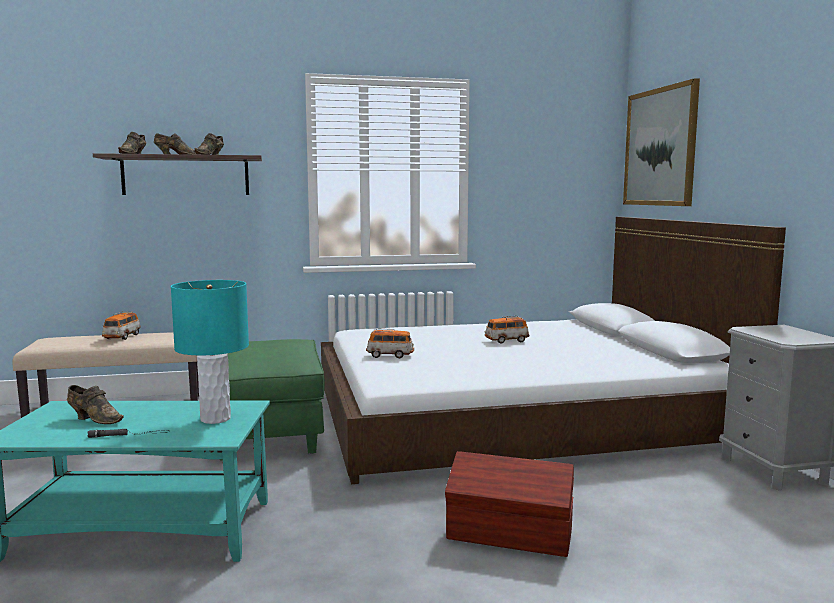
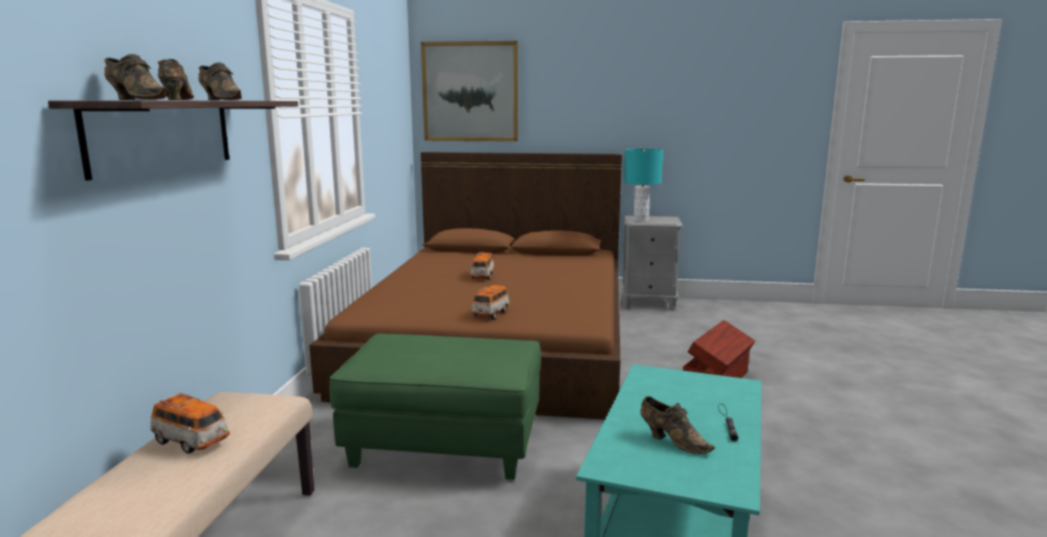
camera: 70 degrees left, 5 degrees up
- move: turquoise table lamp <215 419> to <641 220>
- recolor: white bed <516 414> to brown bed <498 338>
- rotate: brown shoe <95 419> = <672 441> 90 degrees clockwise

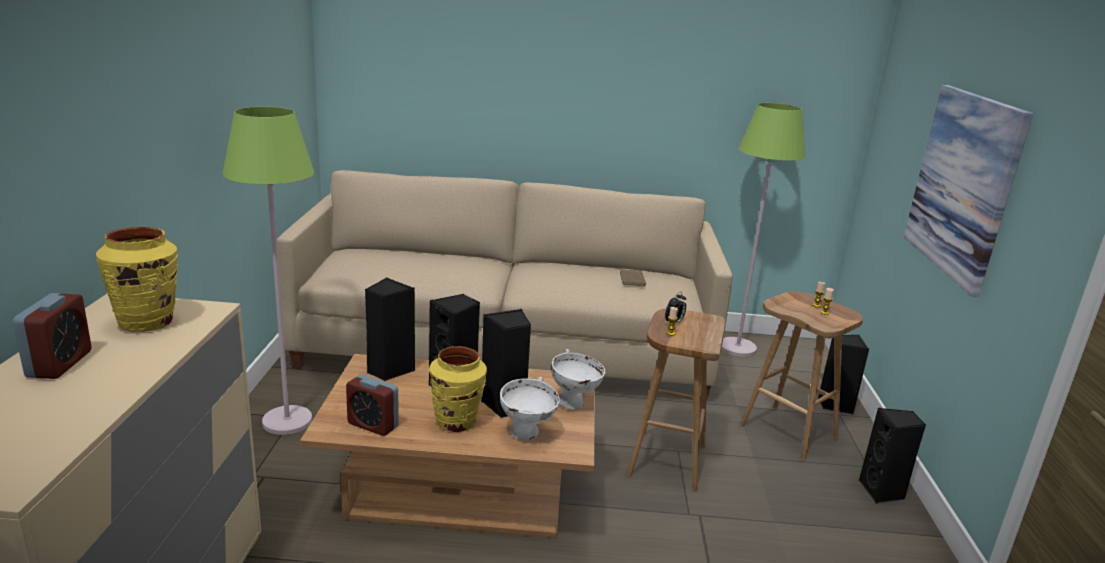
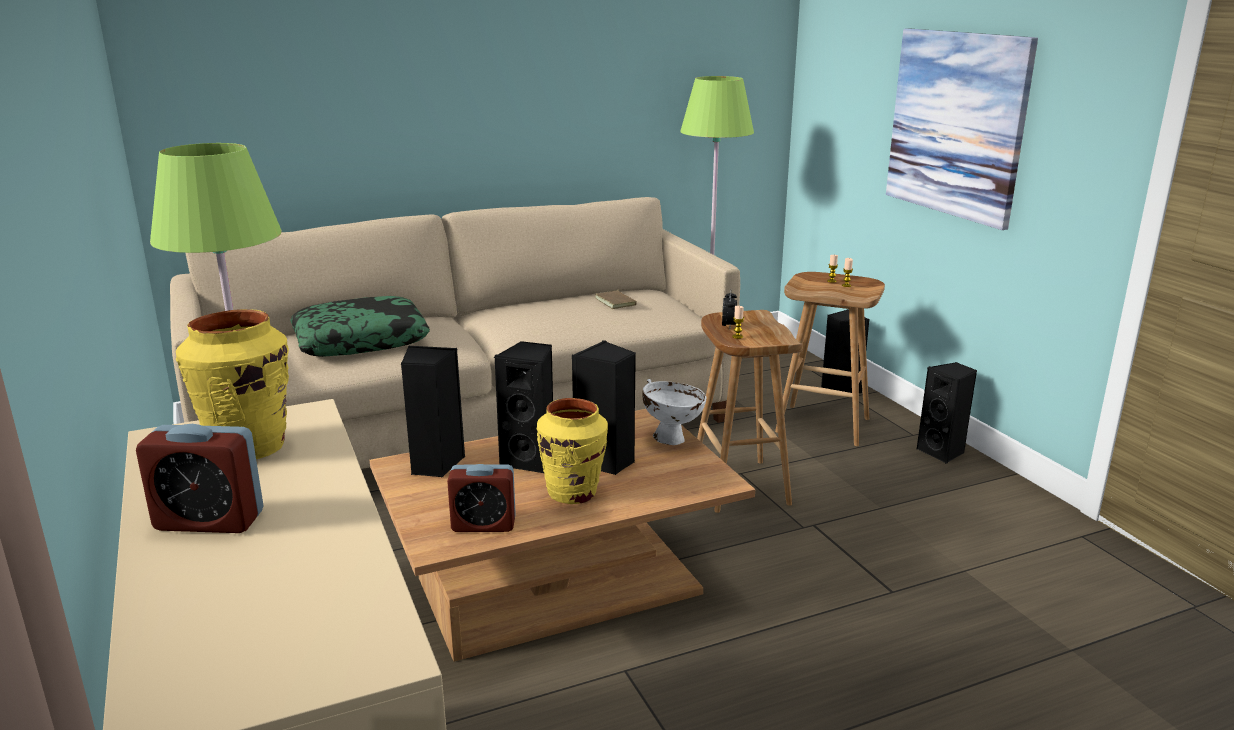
camera: 25 degrees left, 0 degrees up
- delete: white bowl <527 434>
- insert: pillow <361 340>
- rotate: alarm clock <59 364> = <209 521> 120 degrees clockwise

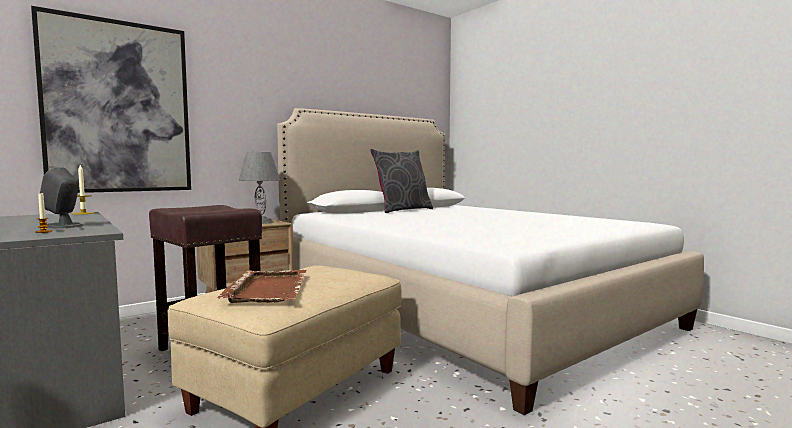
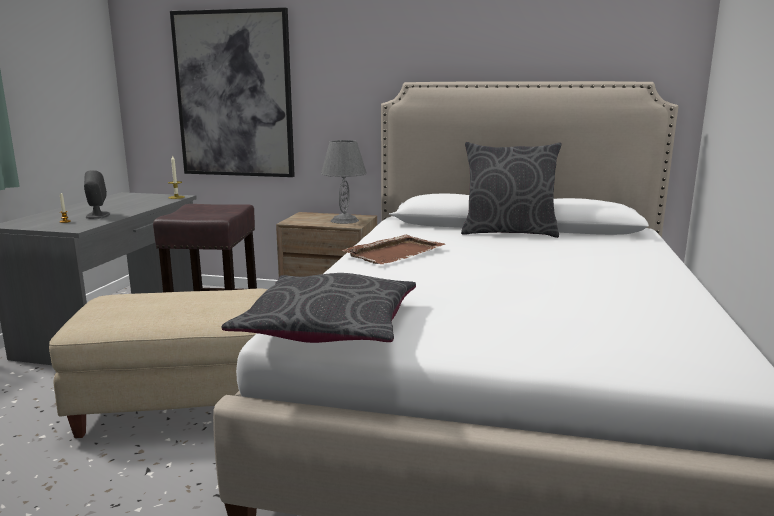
camera: 50 degrees right, 10 degrees up
- insert: grey pillow <329 327>
- move: brown tray <268 288> to <395 252>

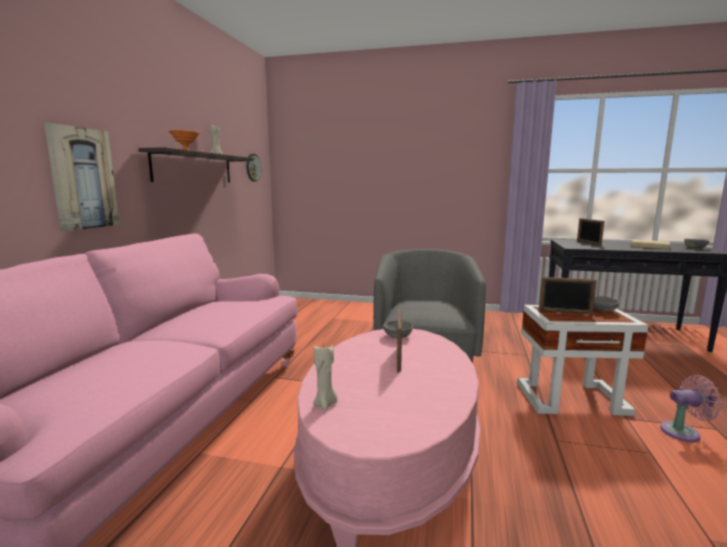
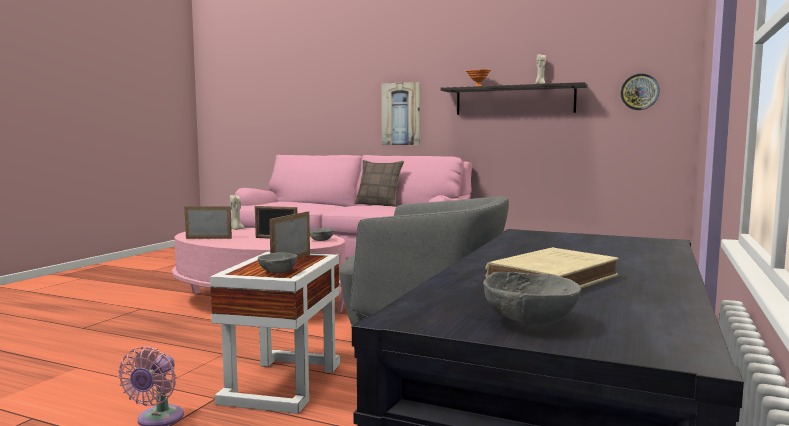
camera: 100 degrees right, 5 degrees down
- insert: pillow <378 204>
- move: picture frame <588 243> to <209 238>

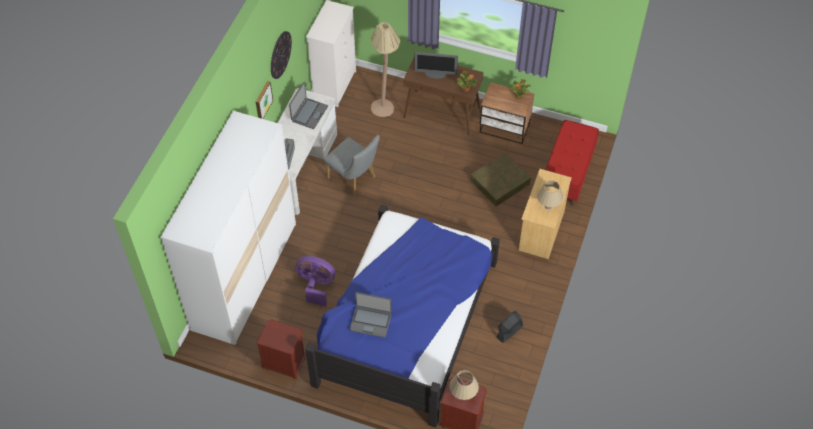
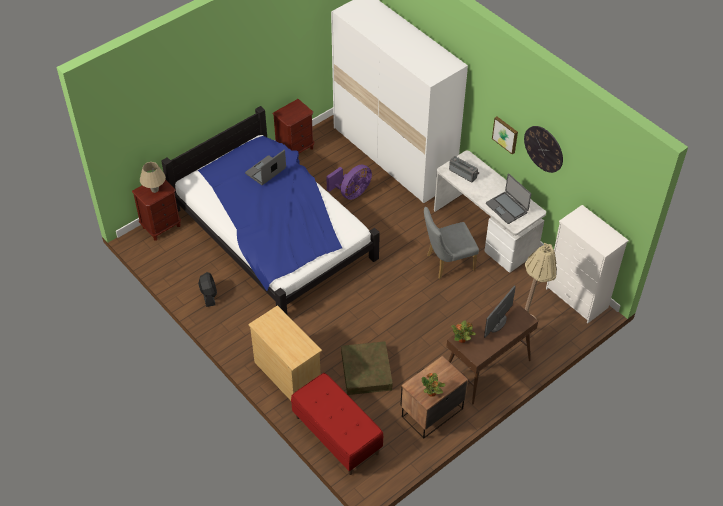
camera: 120 degrees right, 5 degrees down
- delete: beige table lamp <548 206>

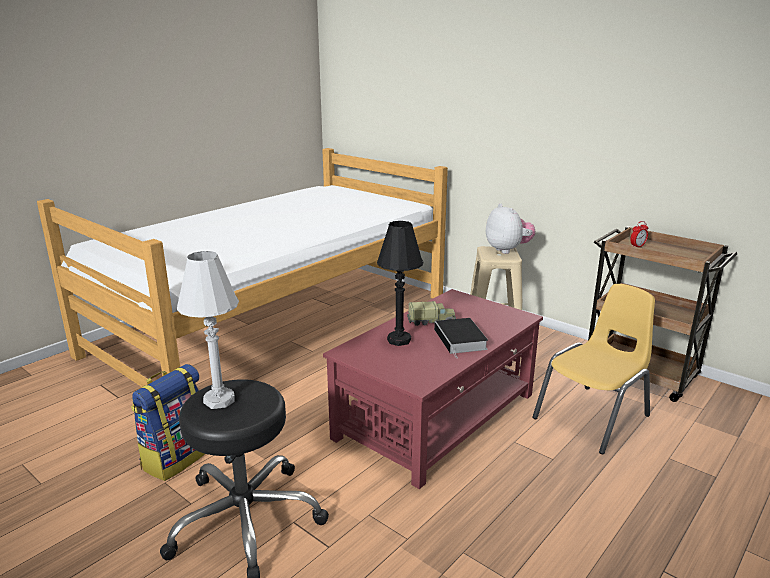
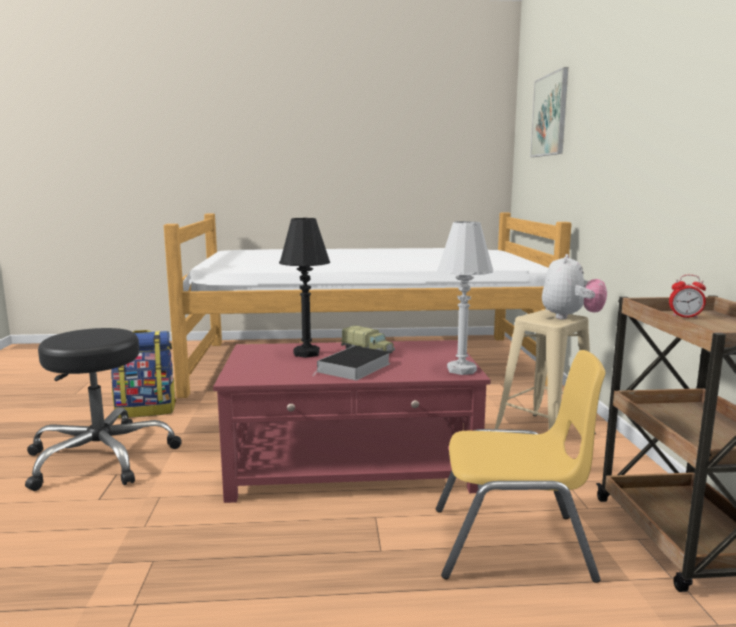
camera: 45 degrees right, 10 degrees down
- insert: picture <550 115>
- move: white table lamp <219 400> to <461 370>

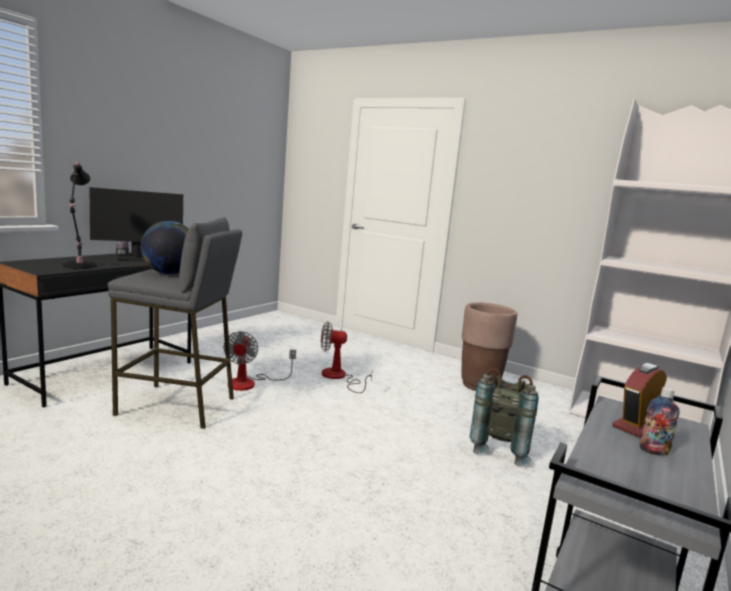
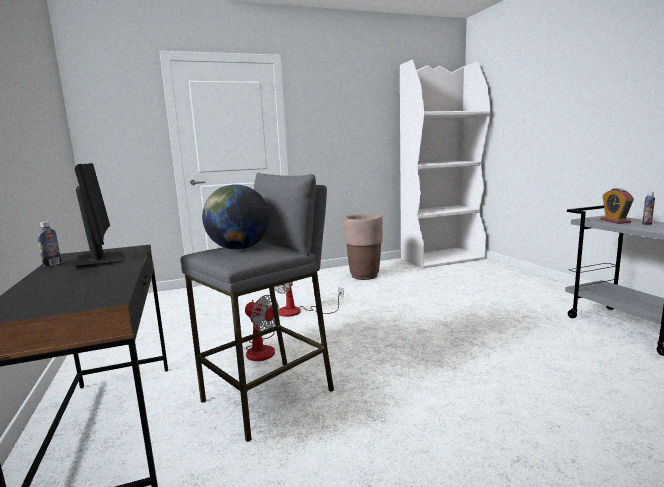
camera: 50 degrees left, 0 degrees up
- delete: black table lamp <79 266>
- delete: grey backpack <500 448>
- rotate: monitor <137 258> = <100 260> 45 degrees counterclockwise

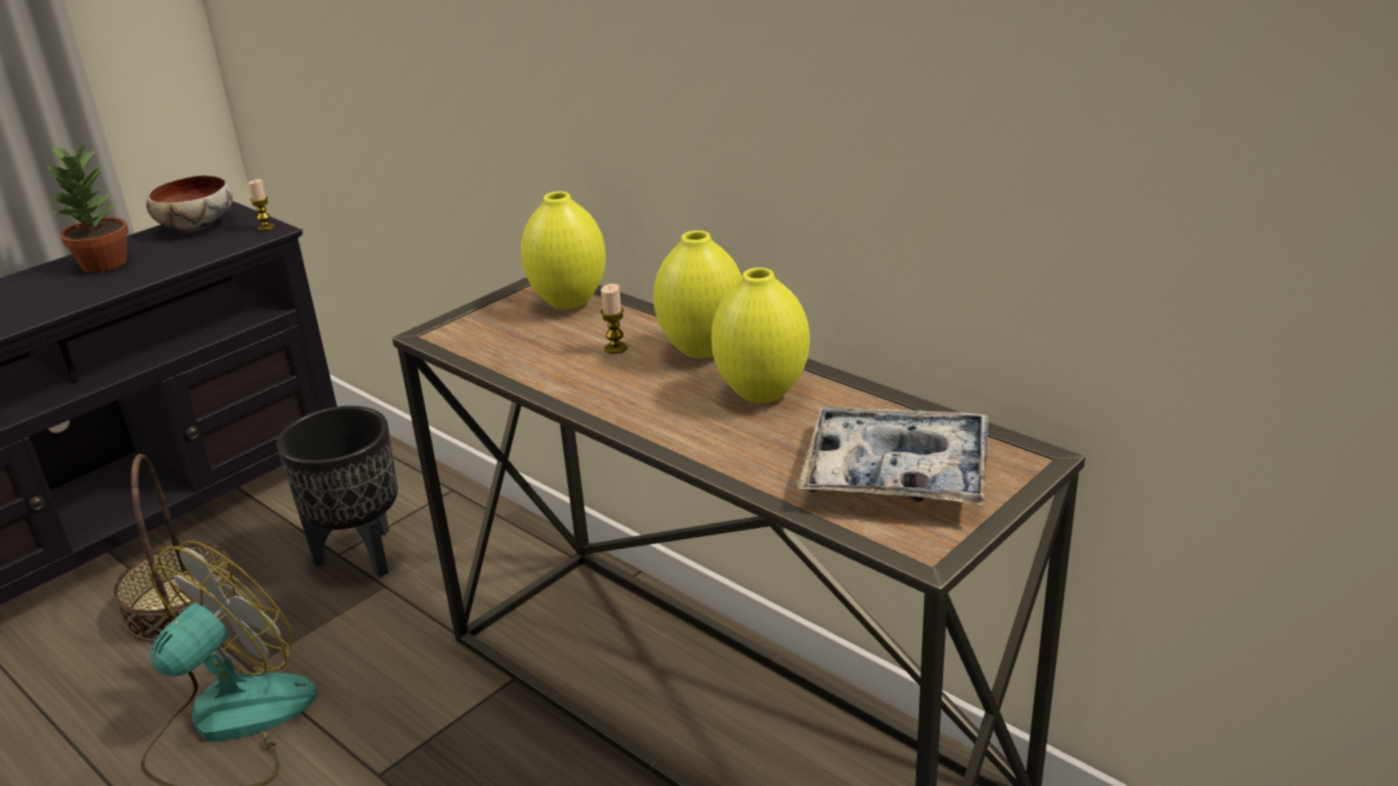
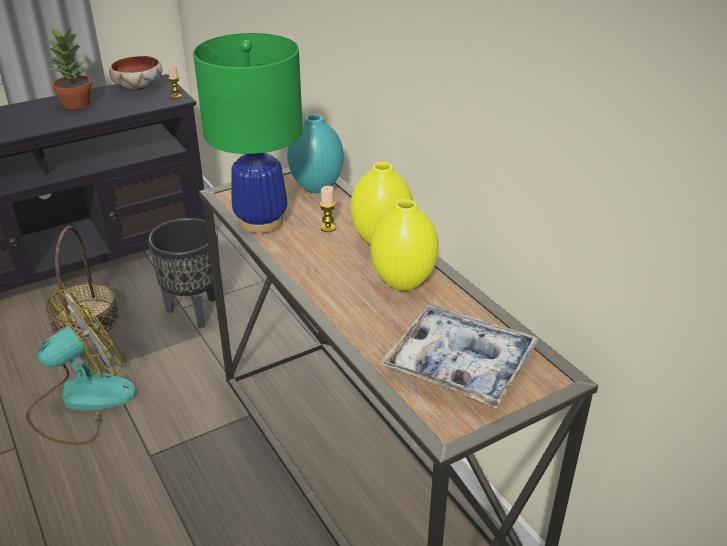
camera: 15 degrees right, 5 degrees up
- insert: green table lamp <260 221>
- recolor: yellow vase <569 302> to turquoise vase <316 188>

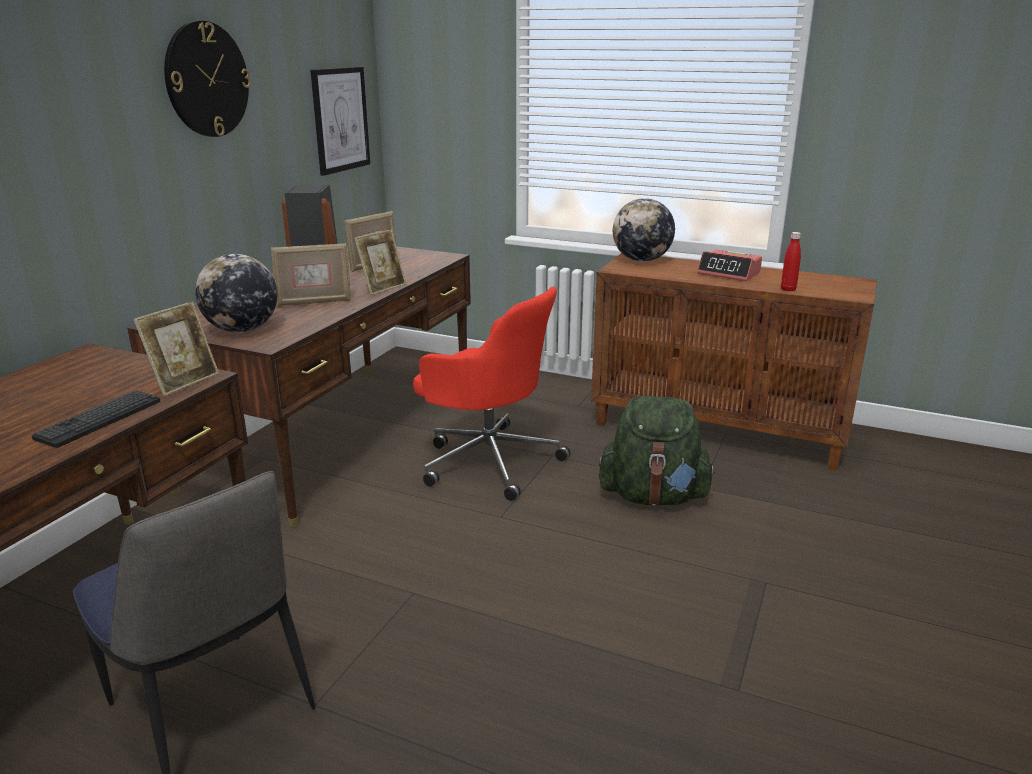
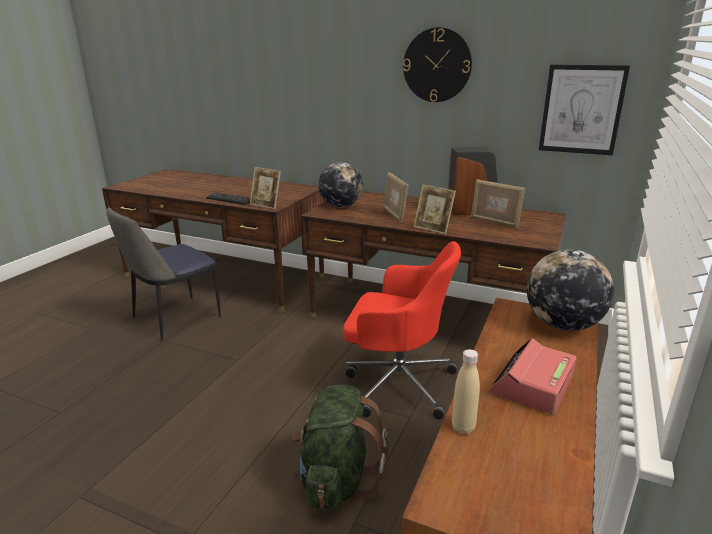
camera: 90 degrees right, 0 degrees up
- recolor: red bottle <788 289> to beige bottle <463 428>
- rotate: red office chair <488 460> = <397 382> 105 degrees counterclockwise

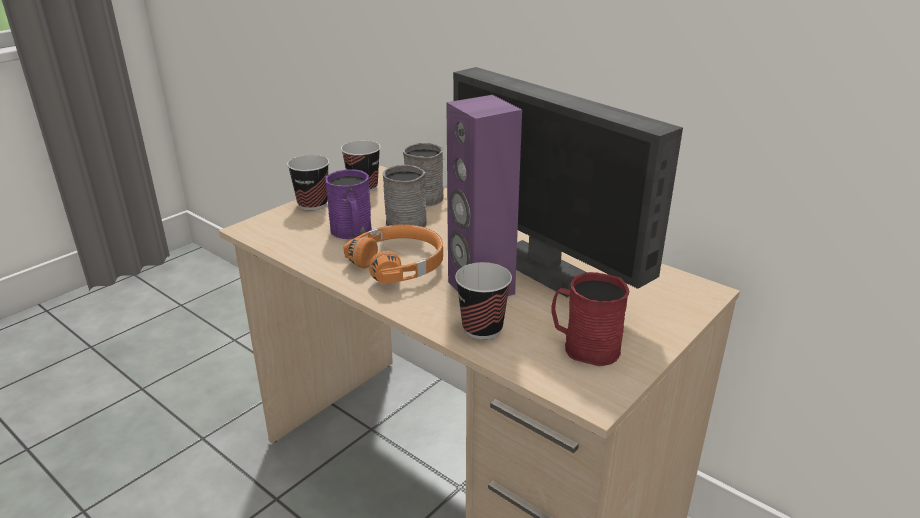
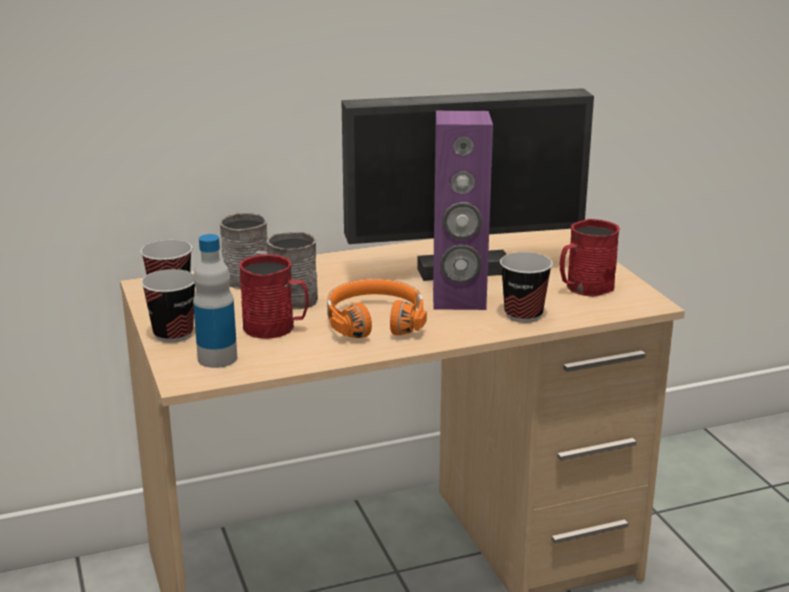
camera: 60 degrees left, 5 degrees down
- insert: bottle <217 358>
- recolor: purple mug <352 232> to red mug <276 328>

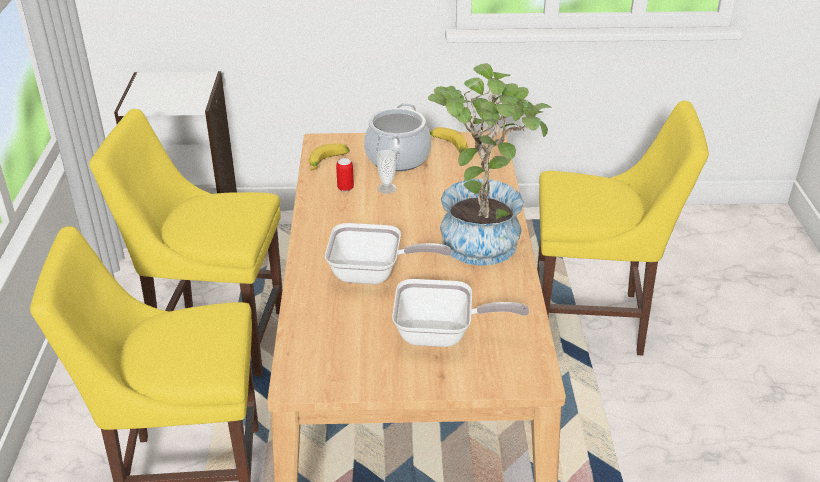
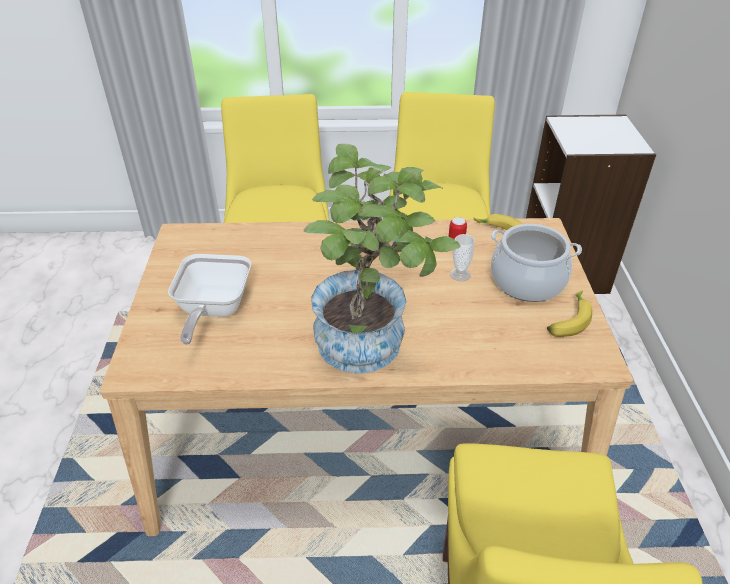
camera: 90 degrees right, 5 degrees up
- delete: frying pan <373 274>

